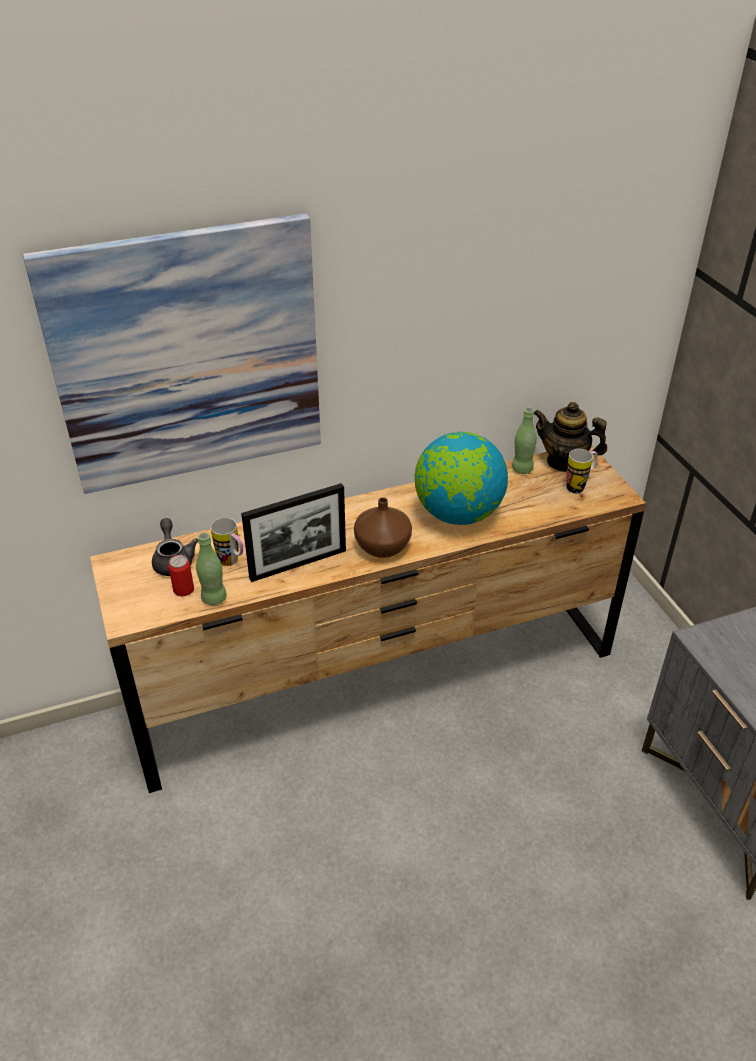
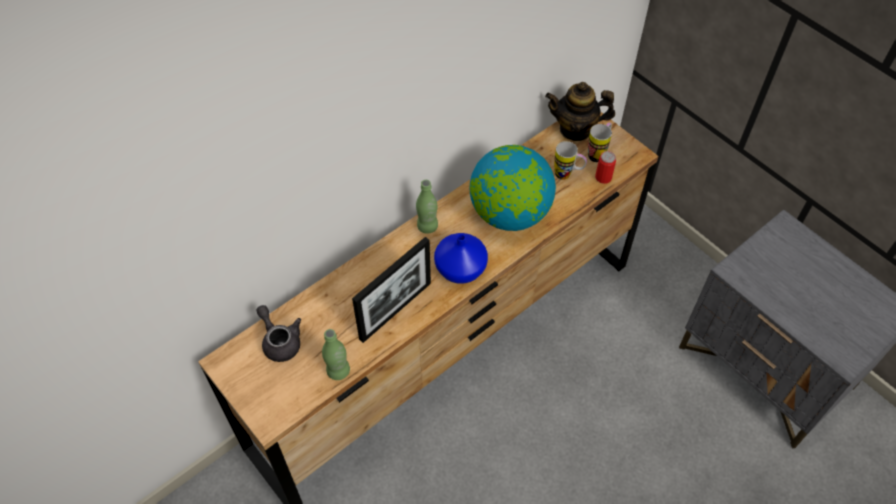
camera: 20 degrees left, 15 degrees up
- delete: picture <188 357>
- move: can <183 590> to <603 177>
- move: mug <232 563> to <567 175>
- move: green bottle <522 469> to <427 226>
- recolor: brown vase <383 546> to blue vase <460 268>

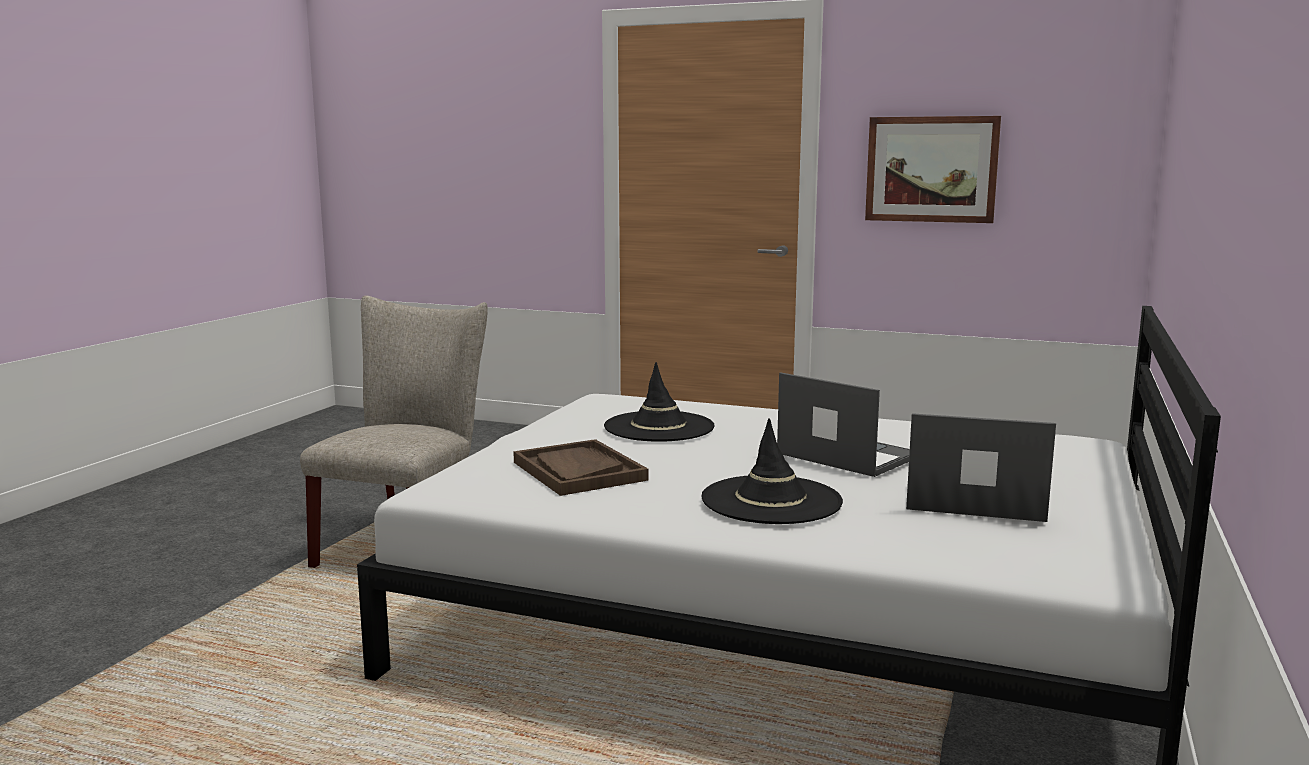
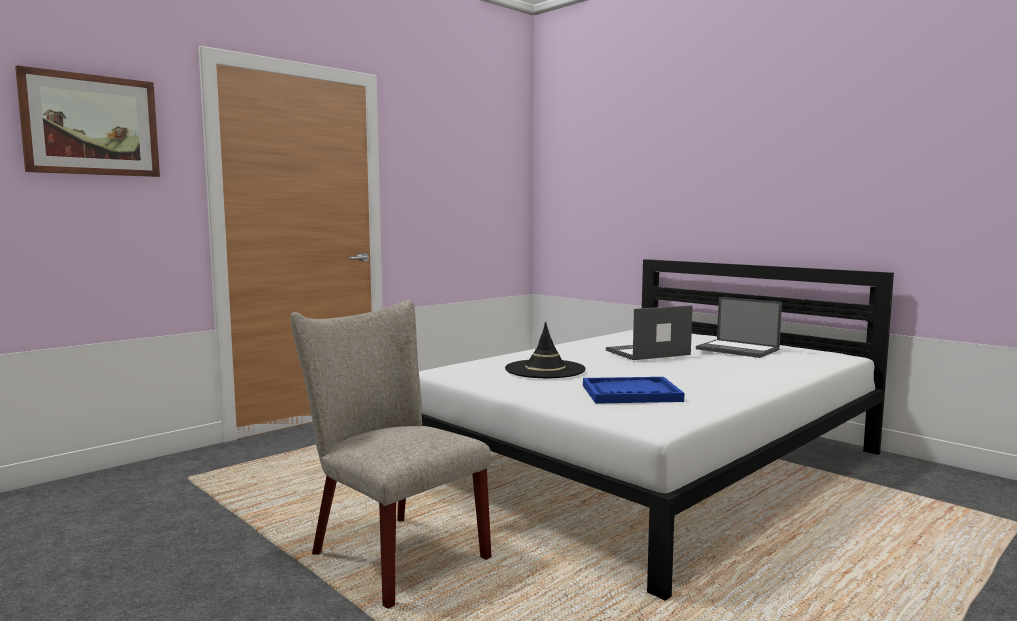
camera: 65 degrees left, 5 degrees down
- delete: black hat <771 501>
- move: picture <931 169> to <91 125>
- recolor: brown tray <578 471> to blue tray <630 393>
- rotate: laptop <972 499> = <738 349> 90 degrees counterclockwise

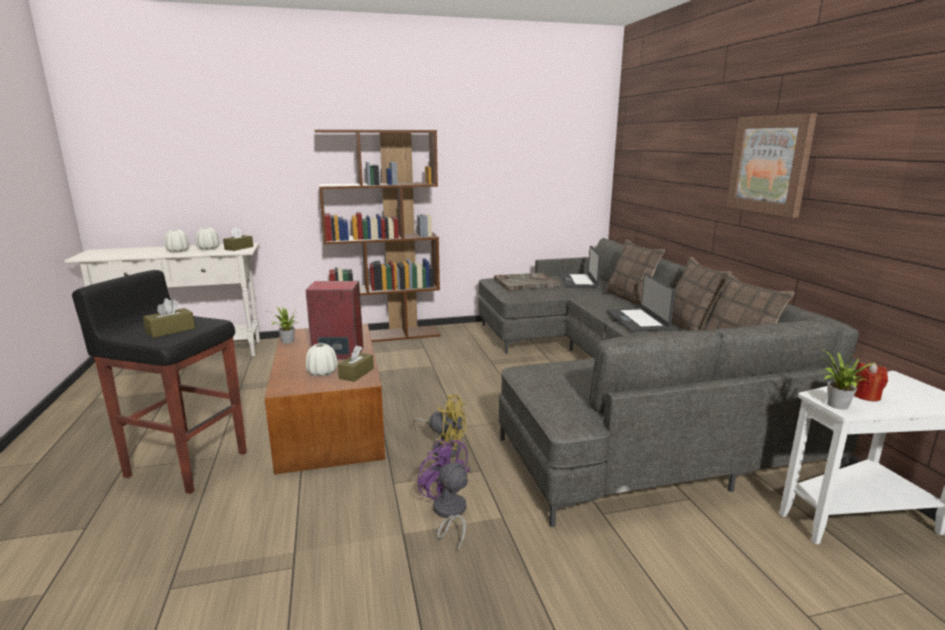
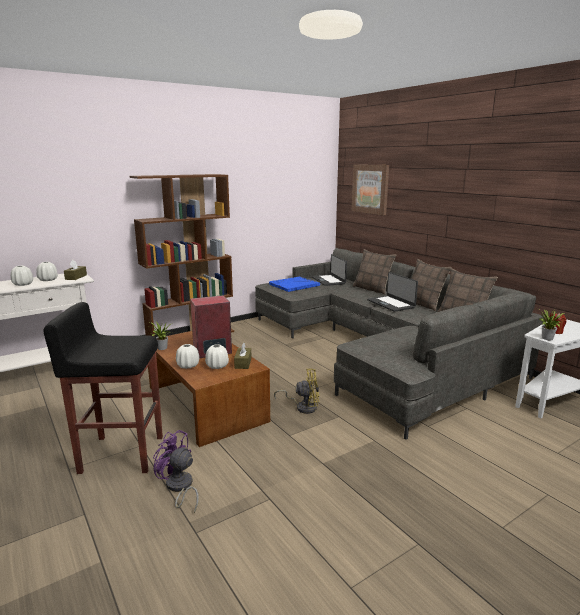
camera: 20 degrees left, 0 degrees up
- delete: brown tissue box <170 330>
- insert: white vase <188 366>
- move: purple fan <448 513> to <179 488>
- move: picture <770 164> to <370 189>
- recolor: grey tray <525 283> to blue tray <294 285>

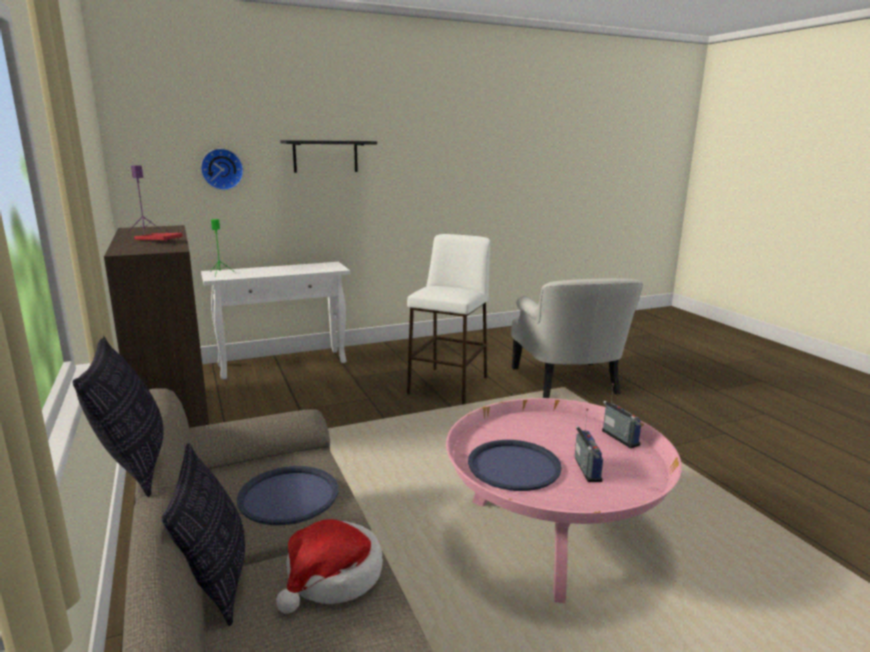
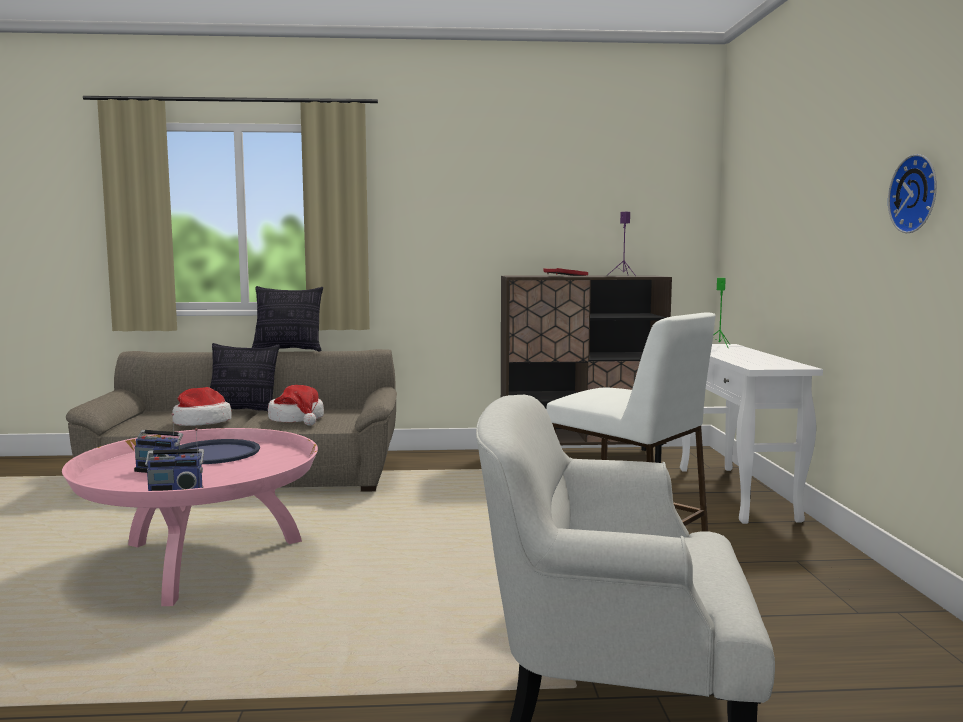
camera: 110 degrees right, 10 degrees down
- delete: black shelf <325 156>
- move: wall clock <222 169> to <917 194>
- replace: blue tray <288 496> to hat <297 419>

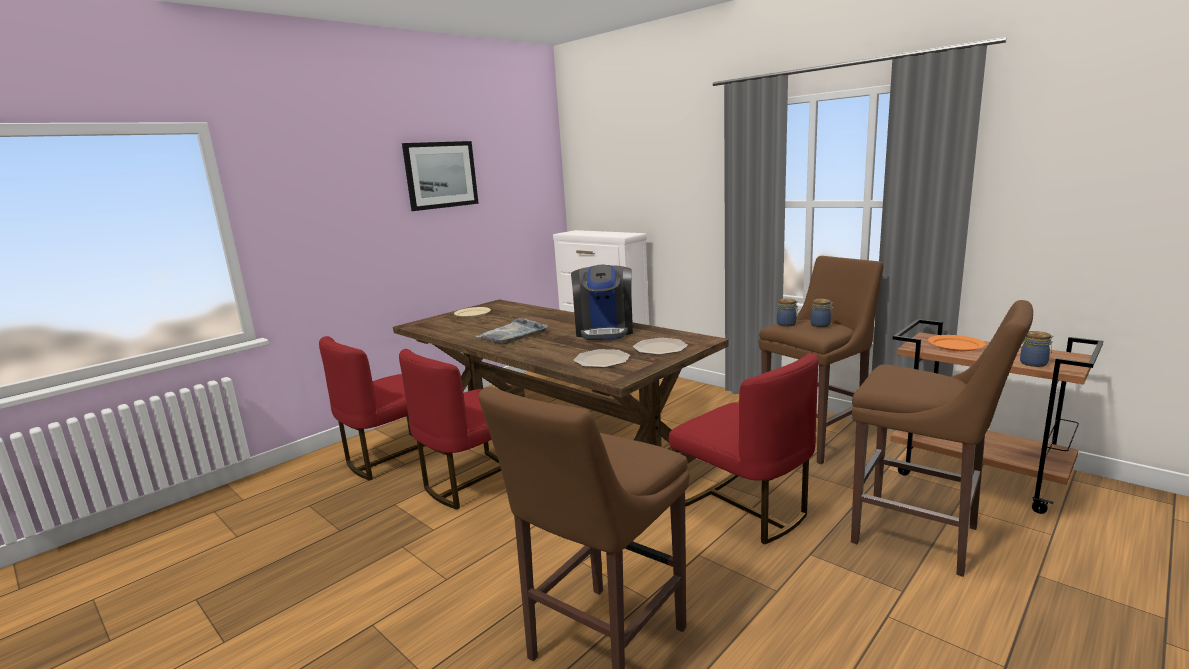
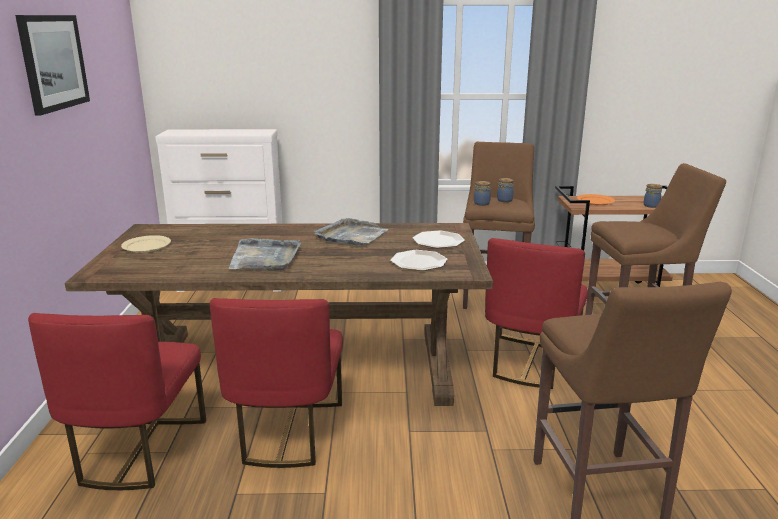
camera: 45 degrees left, 5 degrees up
- replace: coffee machine <604 331> to grey tray <351 235>
- rotate: red chair <744 509> = <529 362> 105 degrees clockwise

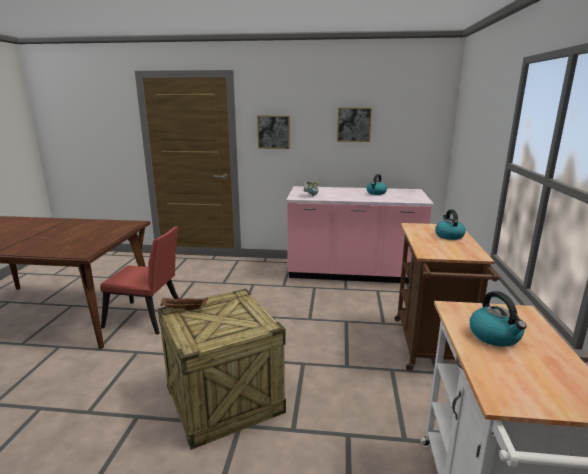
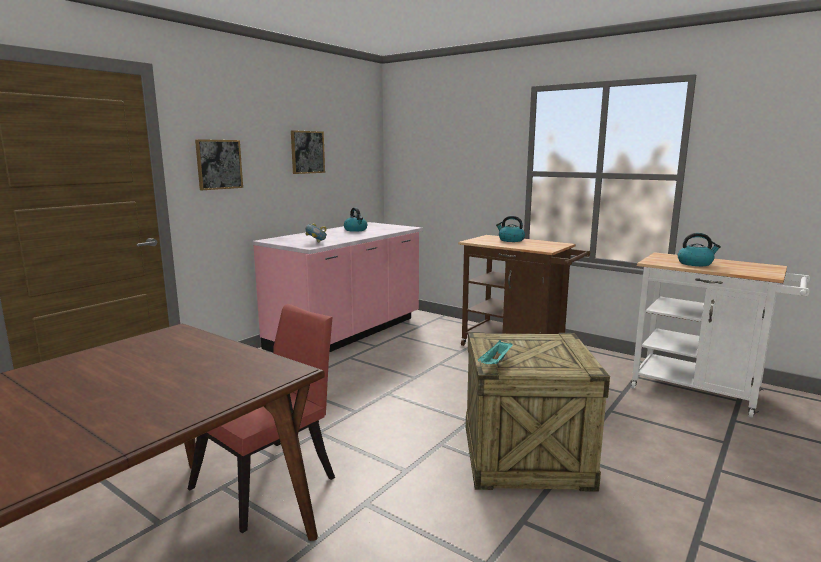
camera: 60 degrees left, 5 degrees down
- recolor: brown tray <183 309> to turquoise tray <496 363>

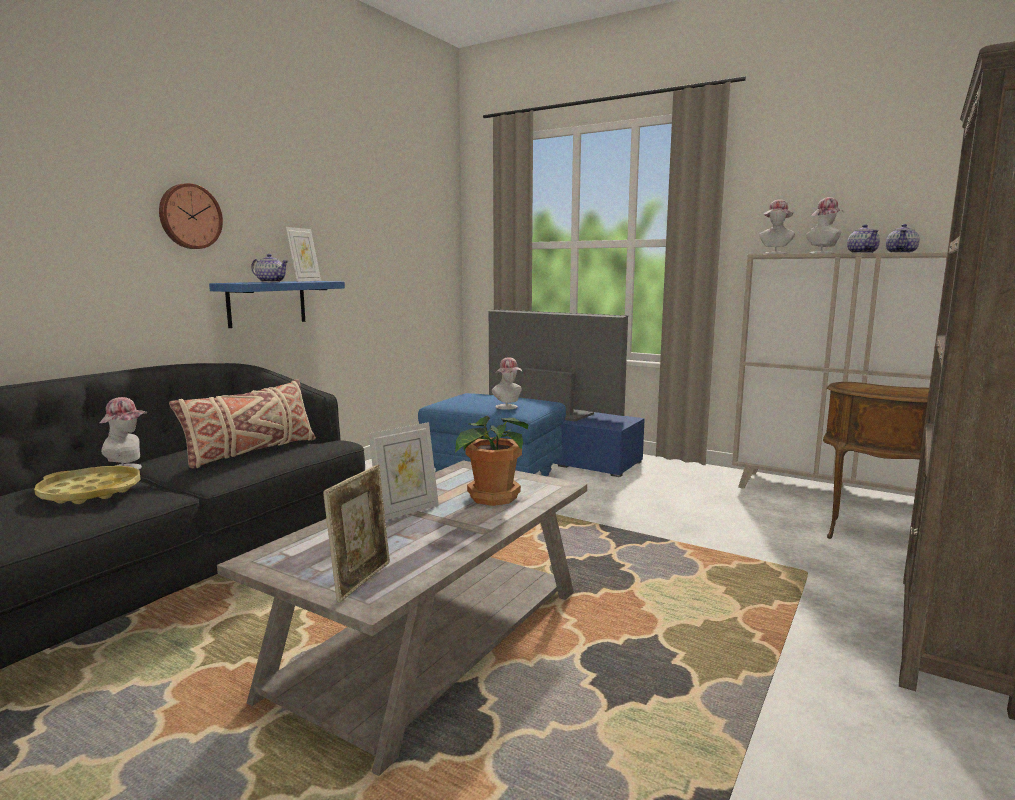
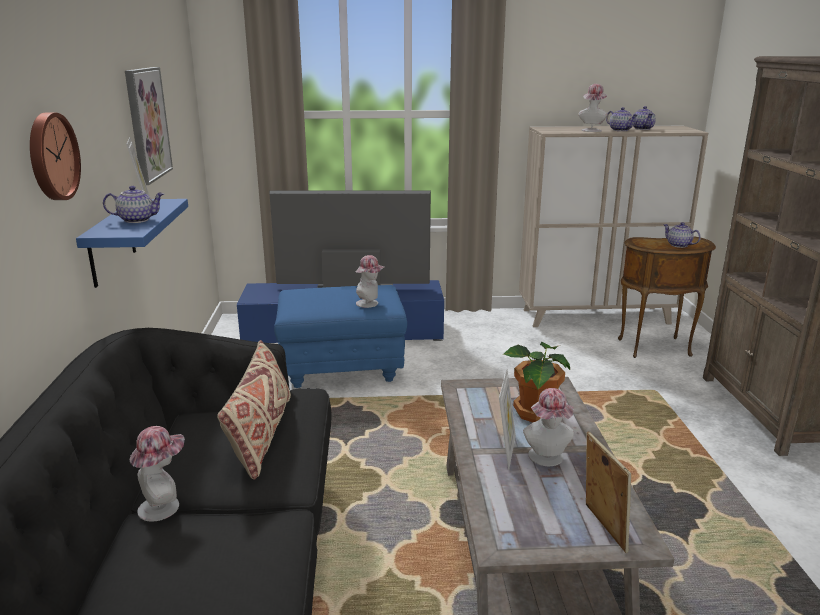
camera: 35 degrees left, 10 degrees up
- delete: yellow tray <91 492>
- insert: picture <147 124>
- insert: teapot <679 245>
- move: hat <775 254> to <547 459>

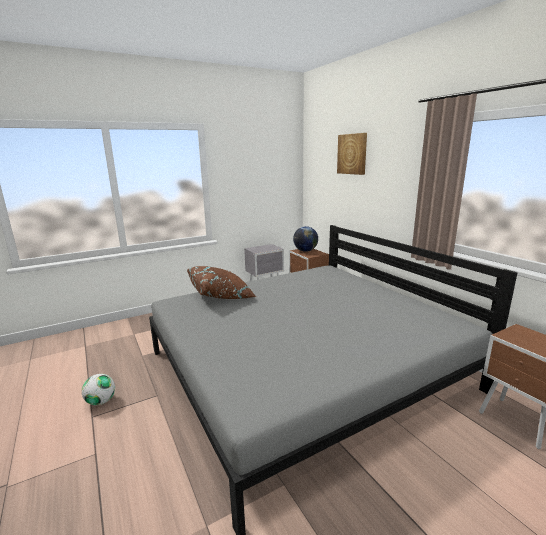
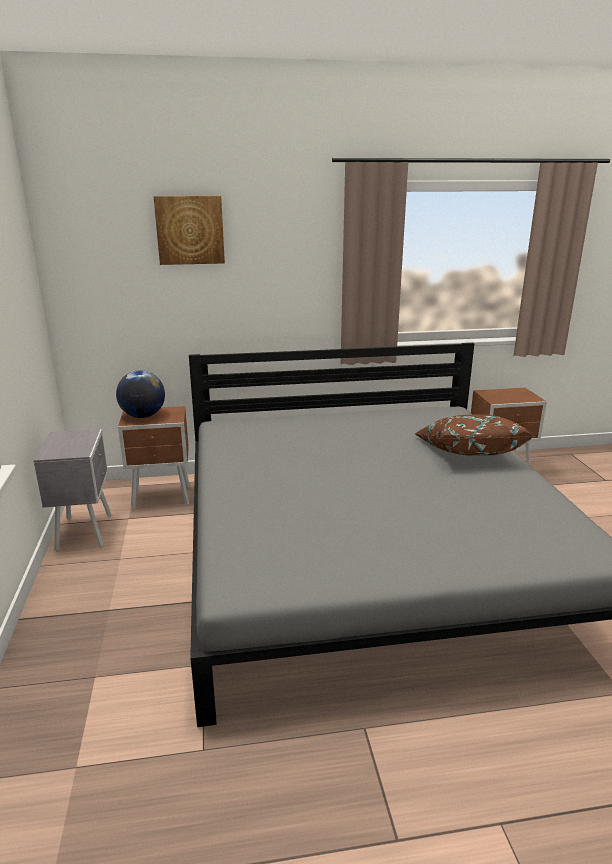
camera: 70 degrees left, 5 degrees up
- delete: football <101 401>
- move: brown pillow <221 295> to <467 453>

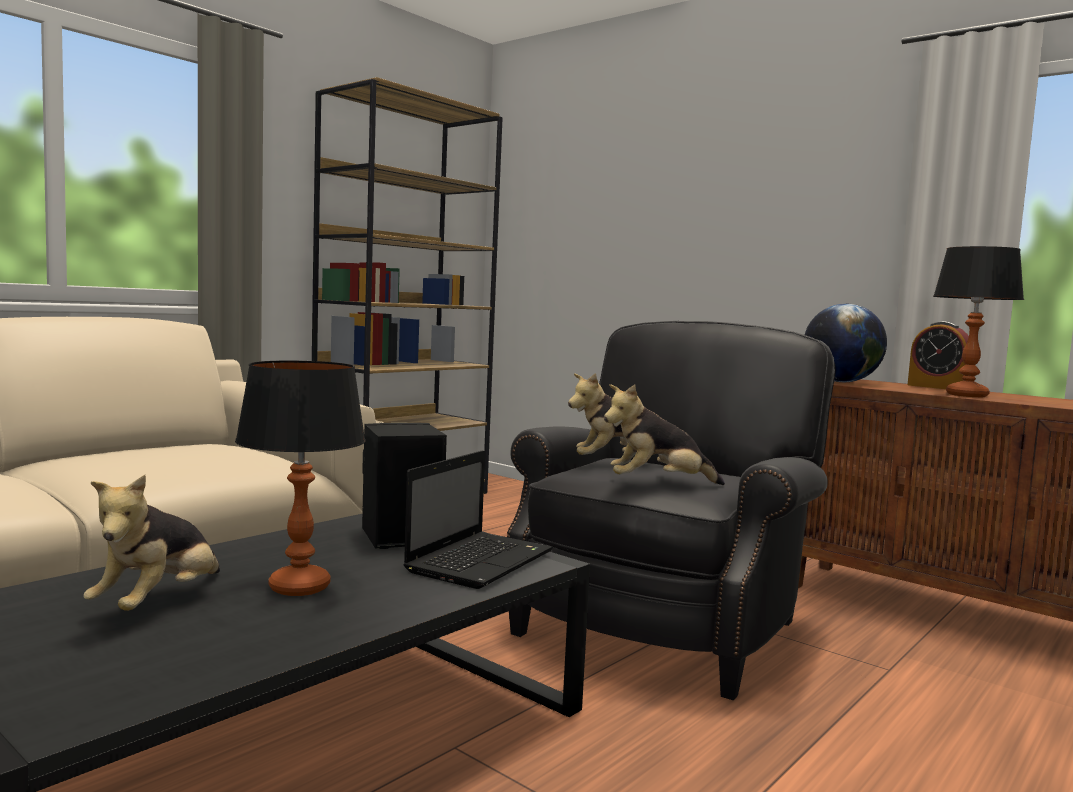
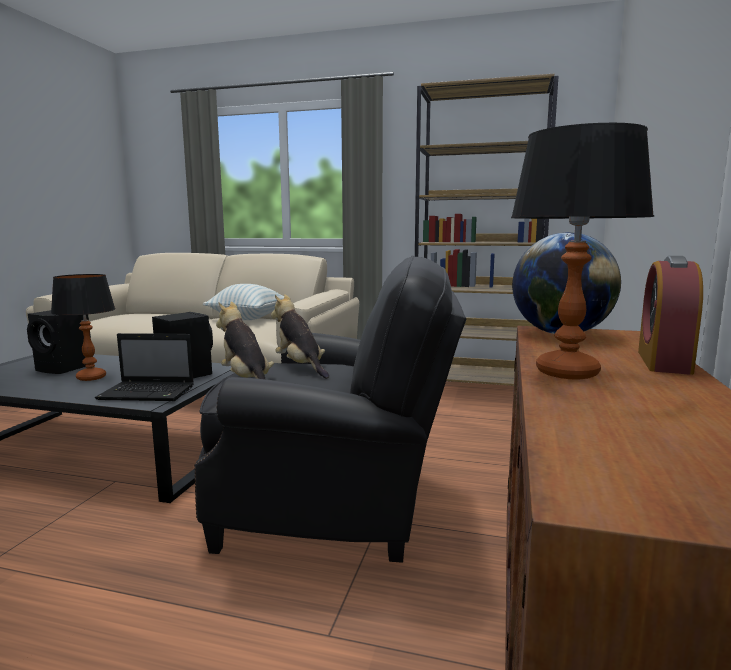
camera: 65 degrees right, 5 degrees up
- insert: pillow <248 318>
- replace: plush toy <158 603> to black speaker <65 368>

